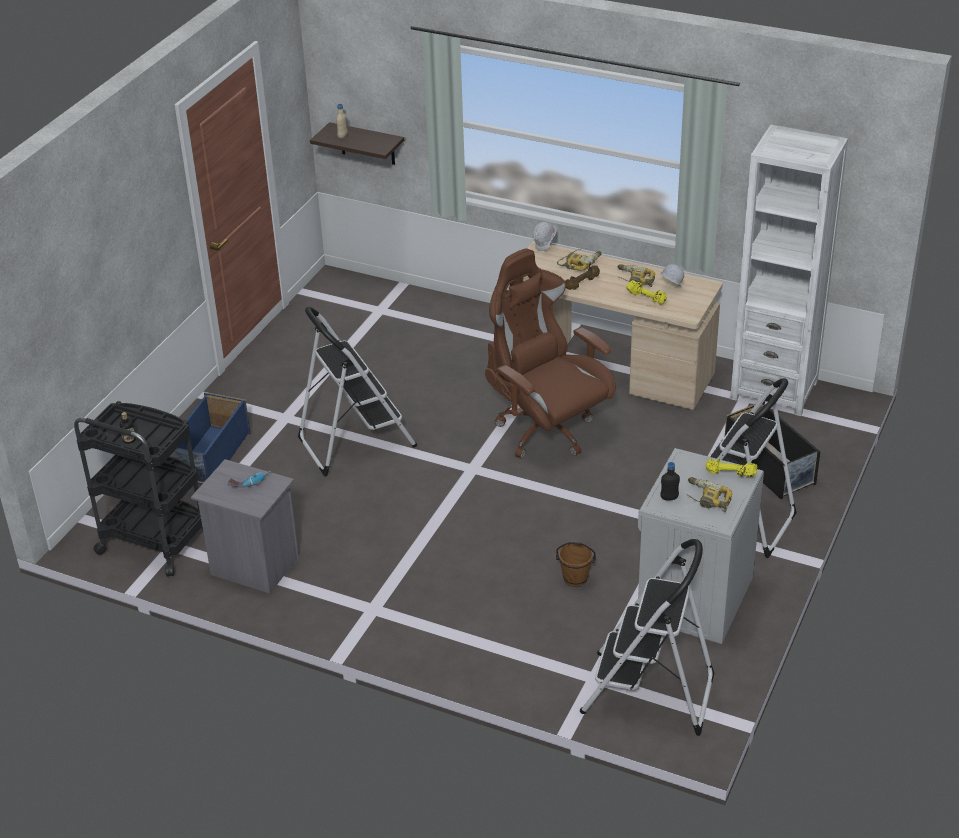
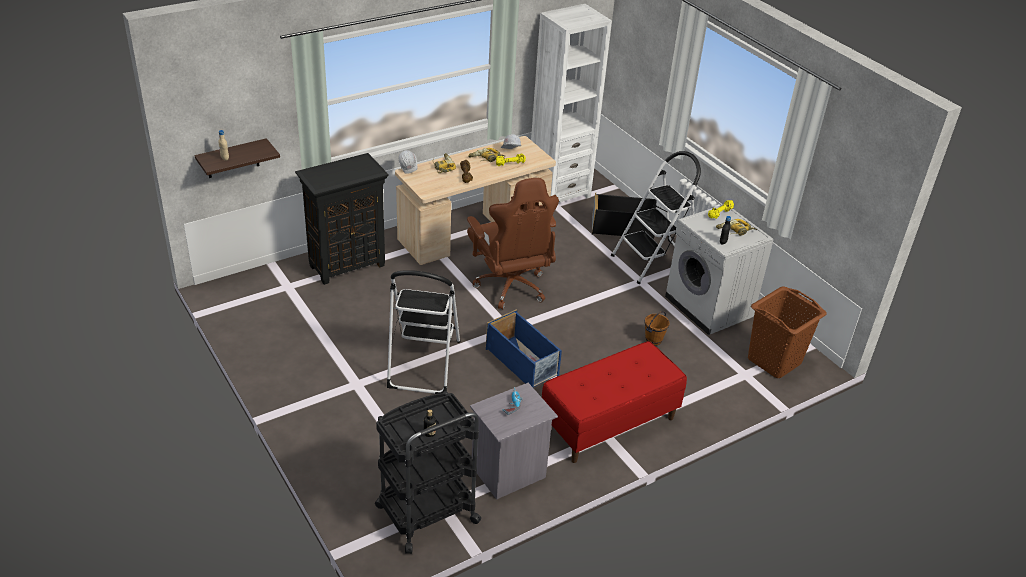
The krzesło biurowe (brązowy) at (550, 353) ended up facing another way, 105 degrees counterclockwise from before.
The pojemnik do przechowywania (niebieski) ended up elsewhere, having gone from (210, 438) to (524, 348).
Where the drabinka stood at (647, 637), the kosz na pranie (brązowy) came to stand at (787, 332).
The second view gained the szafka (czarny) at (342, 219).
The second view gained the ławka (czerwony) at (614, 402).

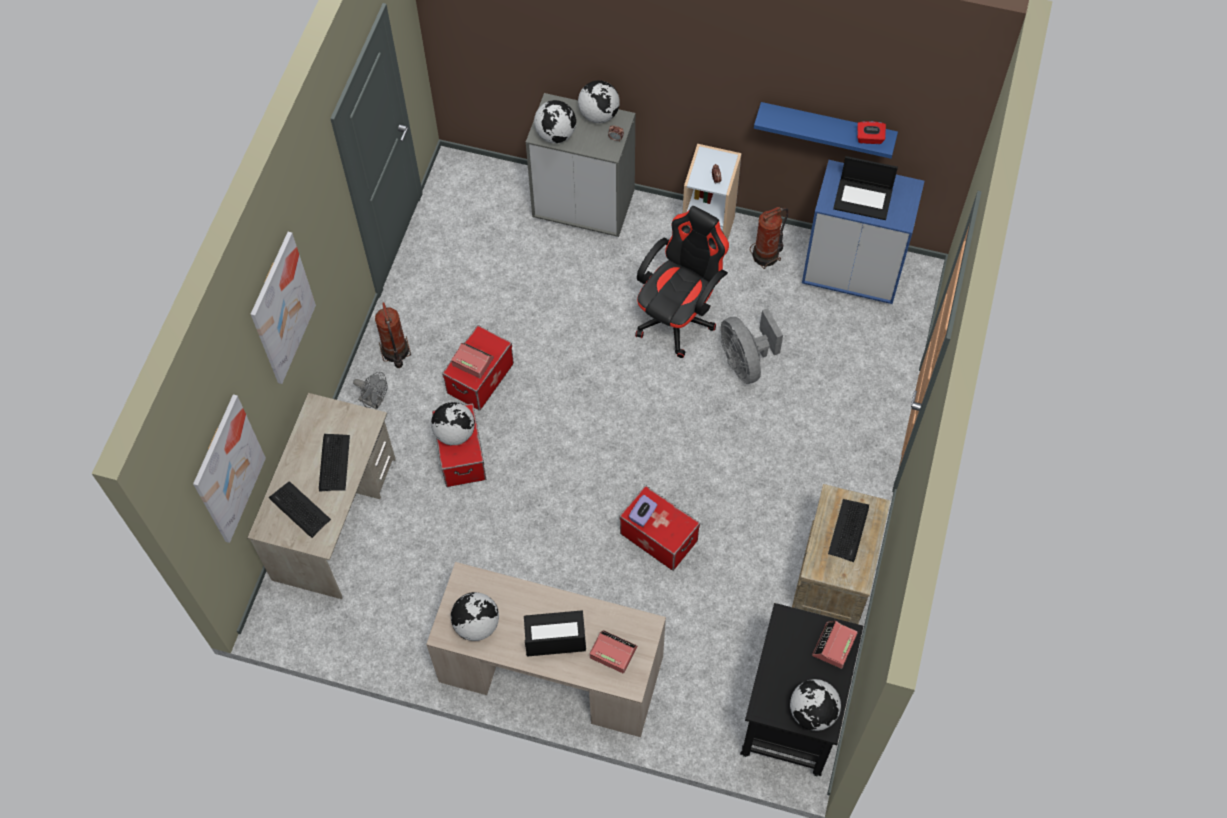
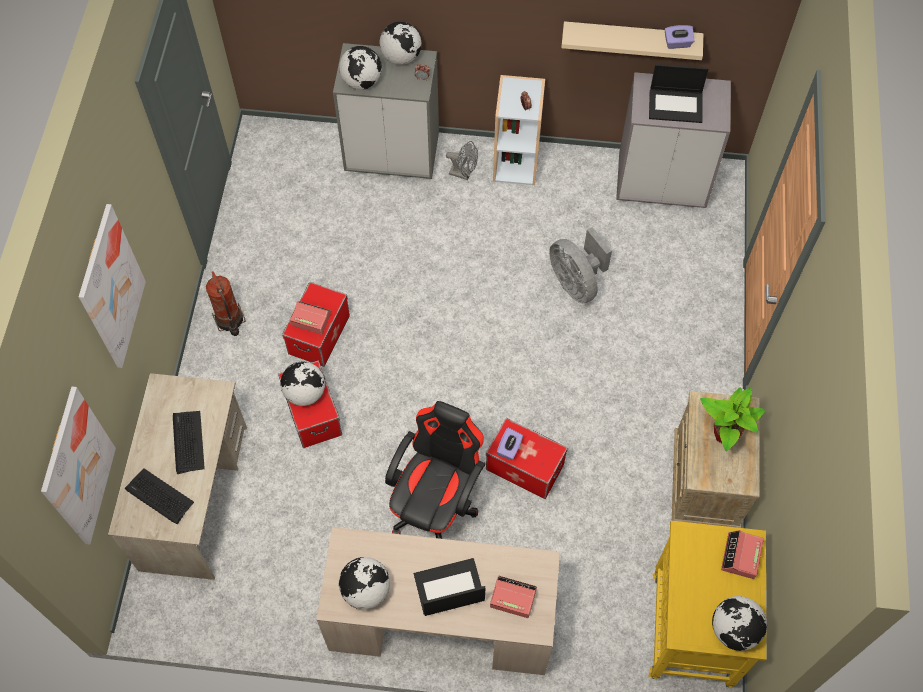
What was the półka (niebieski) at (826, 130) turned into the półka (beżowy) at (632, 40).
What was the pudełko chusteczek (czerwony) at (871, 132) turned into the pudełko chusteczek (fioletowy) at (680, 37).
What was the szafka (niebieski) at (863, 232) turned into the szafka (szary) at (673, 140).
The krzesło biurowe (czarny) ended up elsewhere, having gone from (682, 282) to (435, 470).
The second view lost the gaśnica at (769, 238).
The wentylator (szary) ended up elsewhere, having gone from (370, 391) to (462, 160).
Where the klawiatura stood at (848, 530), the roślina doniczkowa came to stand at (732, 419).
What was the wózek (czarny) at (802, 689) turned into the wózek (żółty) at (707, 604).

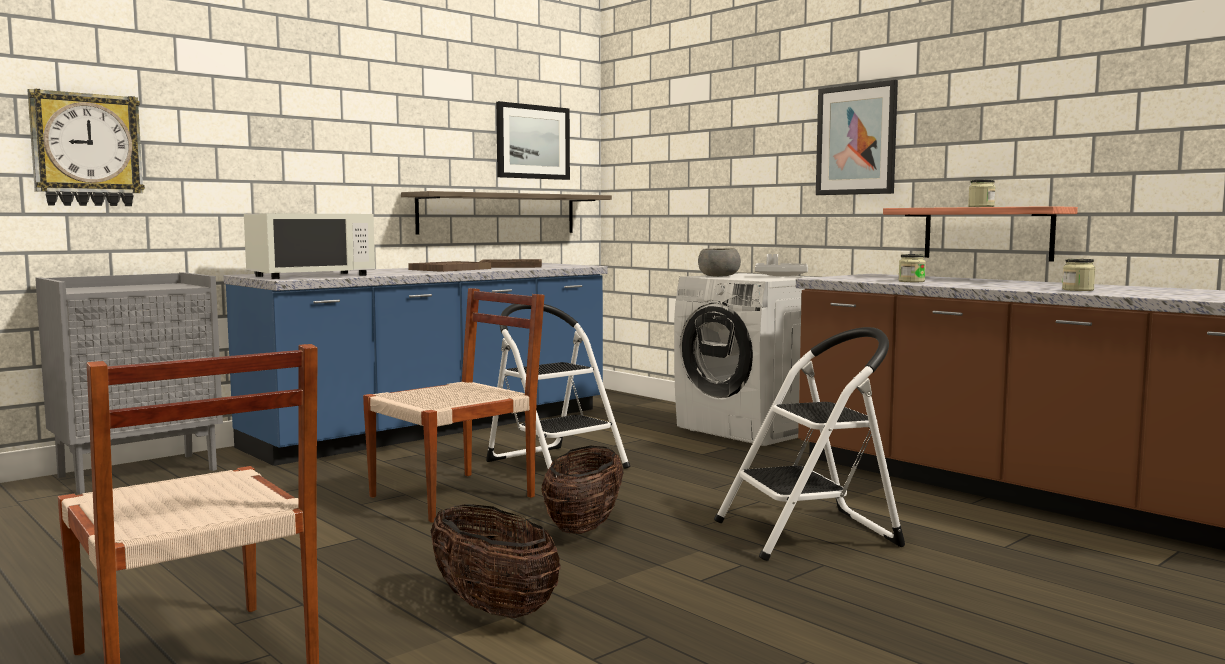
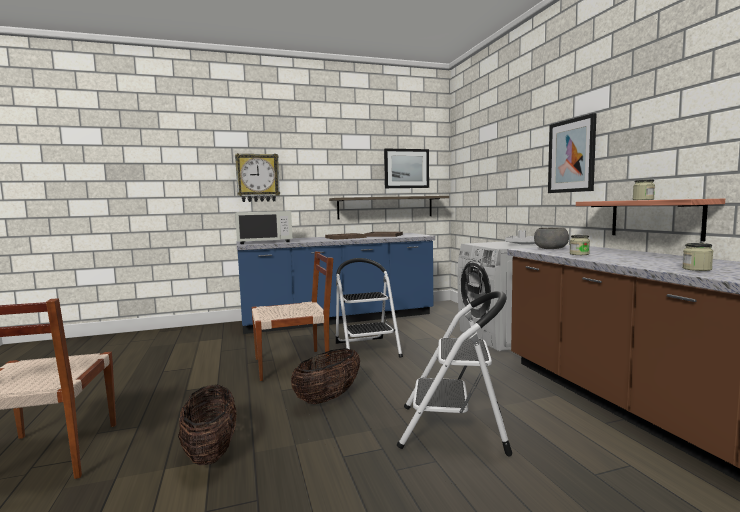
The zegar ścienny ended up elsewhere, having gone from (86, 147) to (257, 177).
The miska (szary) ended up elsewhere, having gone from (719, 262) to (551, 238).
The second view lost the szafka (szary) at (129, 383).

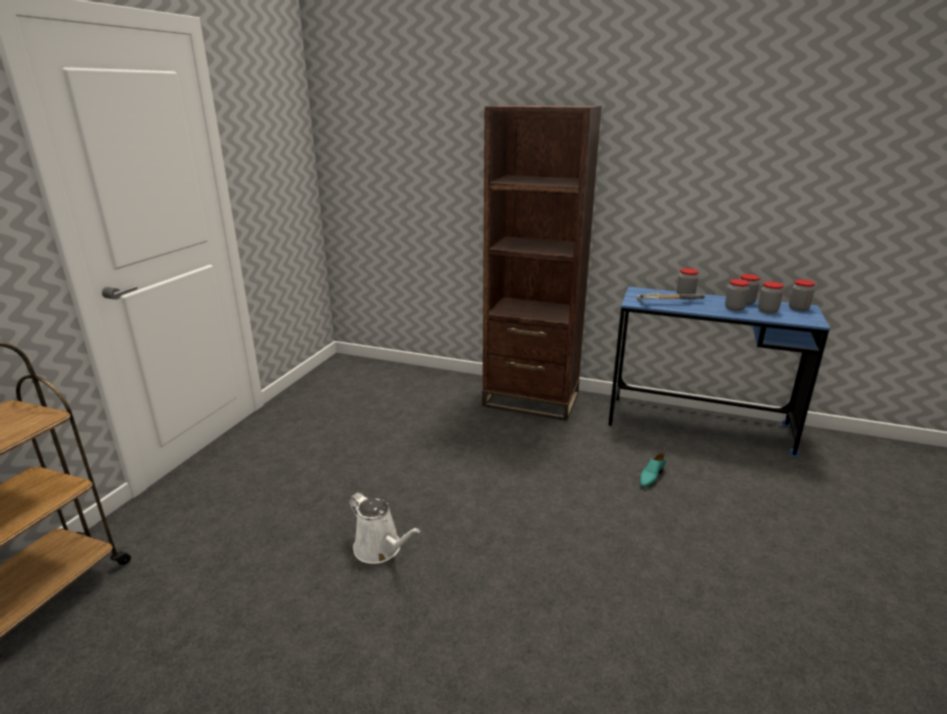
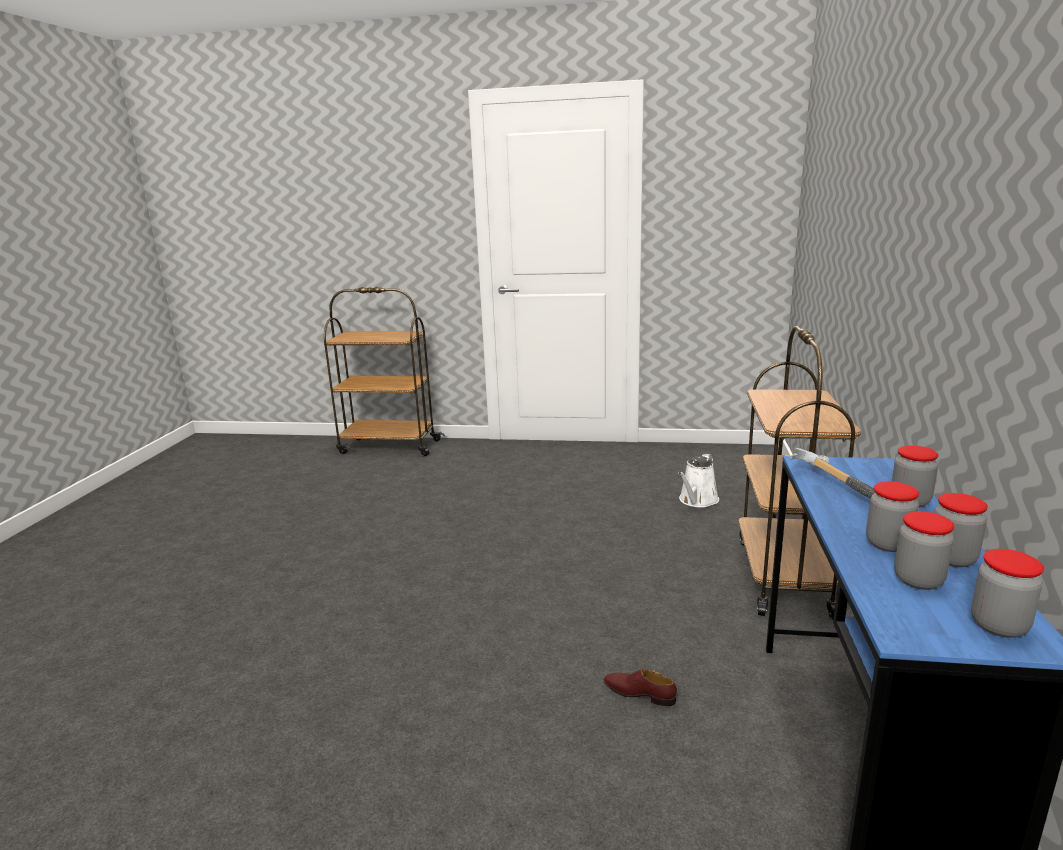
Where the regał (brązowy) stood at (542, 263), the wózek (brązowy) came to stand at (799, 473).
What was the but (turkusowy) at (653, 470) turned into the but (brązowy) at (640, 688).
The konewka (biały) ended up elsewhere, having gone from (385, 528) to (698, 481).

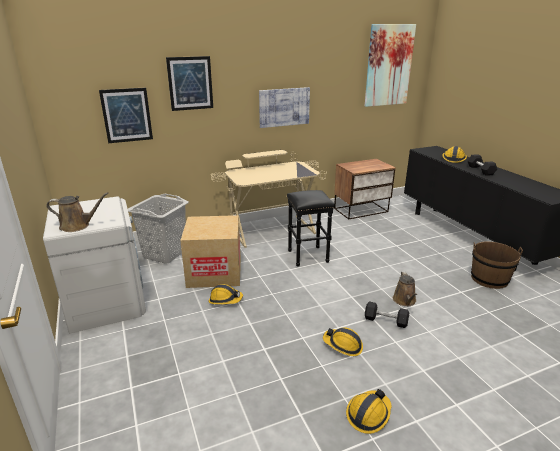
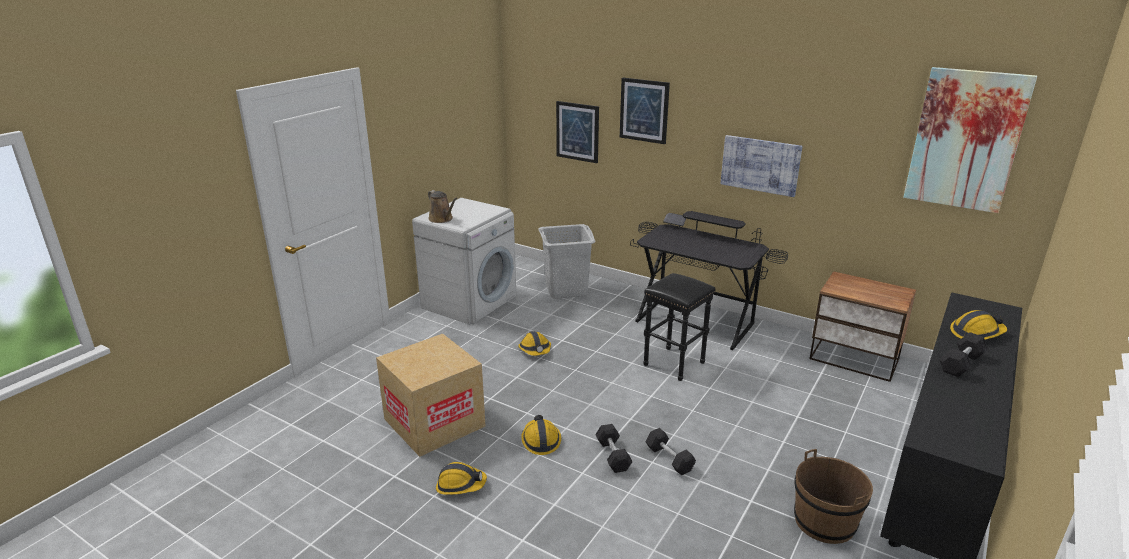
What was the biurko (beżowy) at (269, 199) turned into the biurko (czarny) at (709, 280).
The karton ended up elsewhere, having gone from (210, 251) to (431, 395).
Where the konewka (brązowy) stood at (405, 289), the hantel (czarny) came to stand at (670, 452).

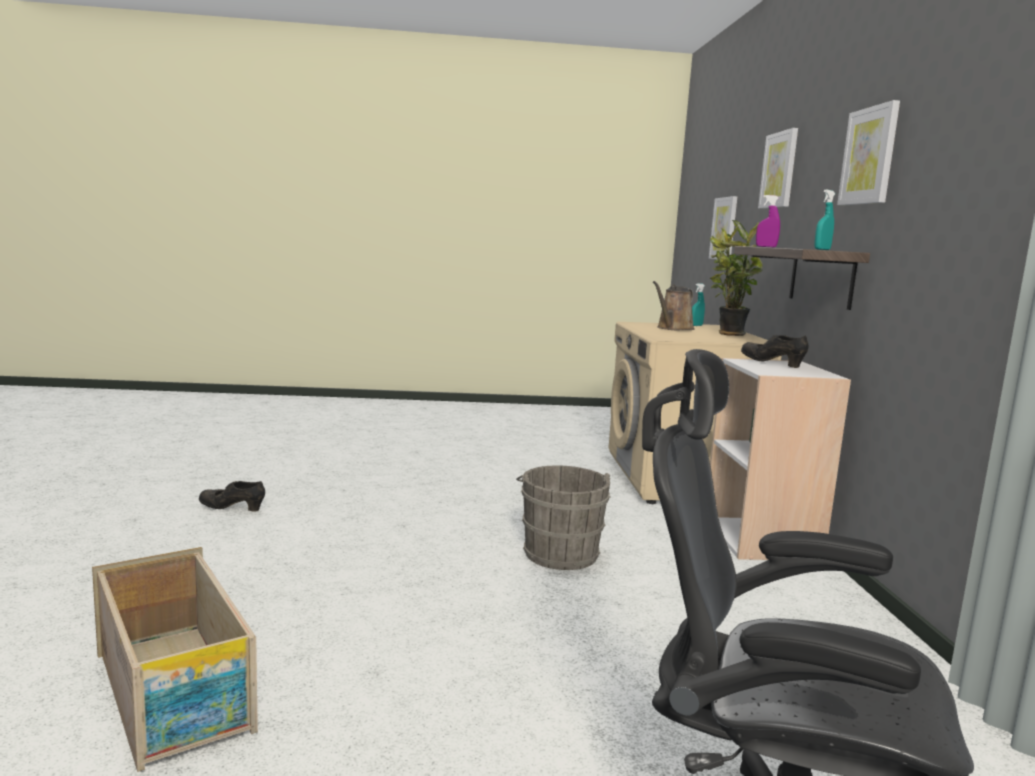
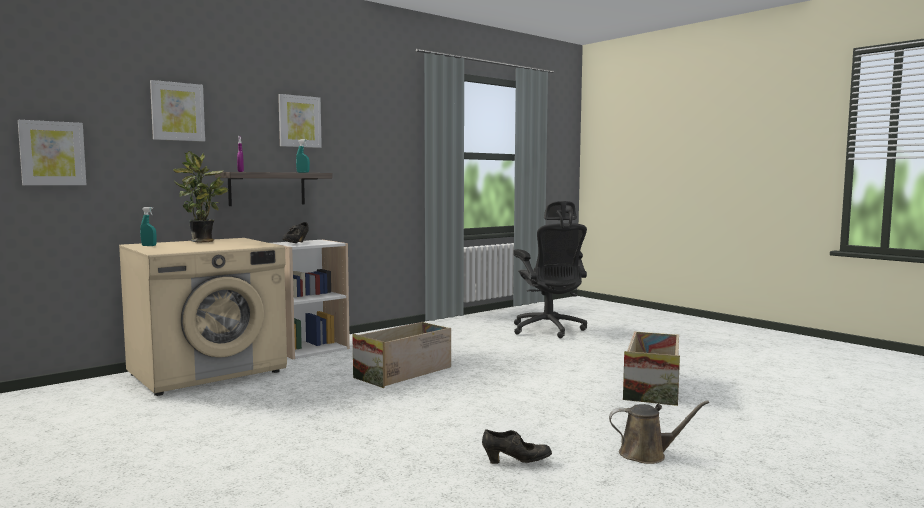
The konewka (brązowy) ended up elsewhere, having gone from (674, 306) to (659, 432).
Where the wiadro (szary) stood at (563, 518), the skrzynka came to stand at (401, 355).
The but (czarny) at (232, 496) ended up facing another way, 60 degrees counterclockwise from before.

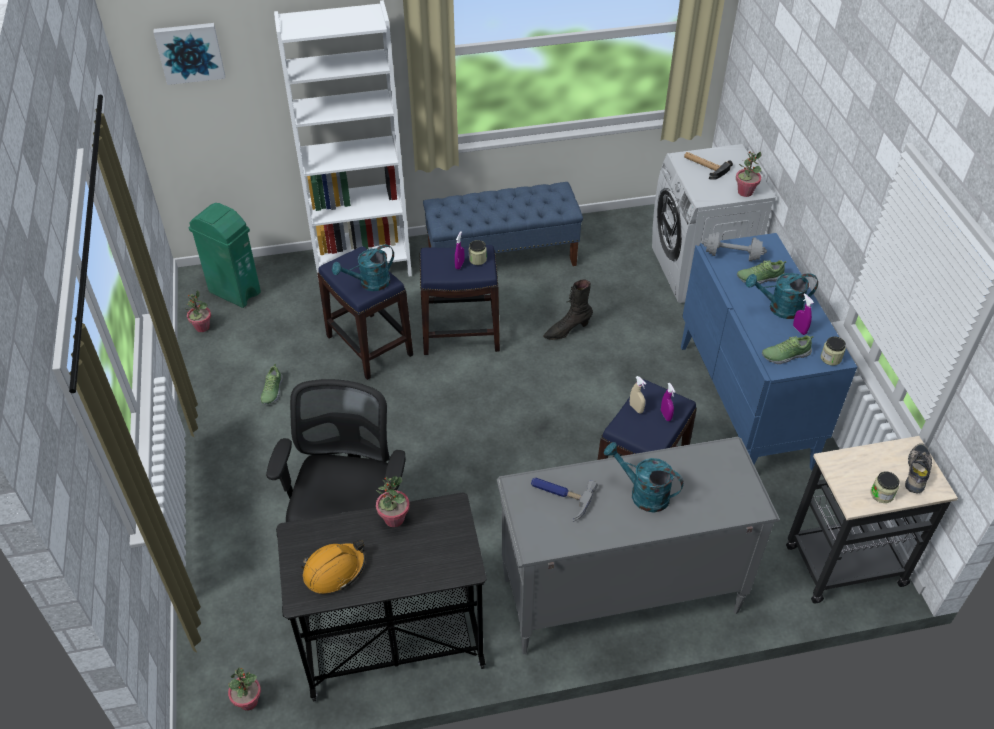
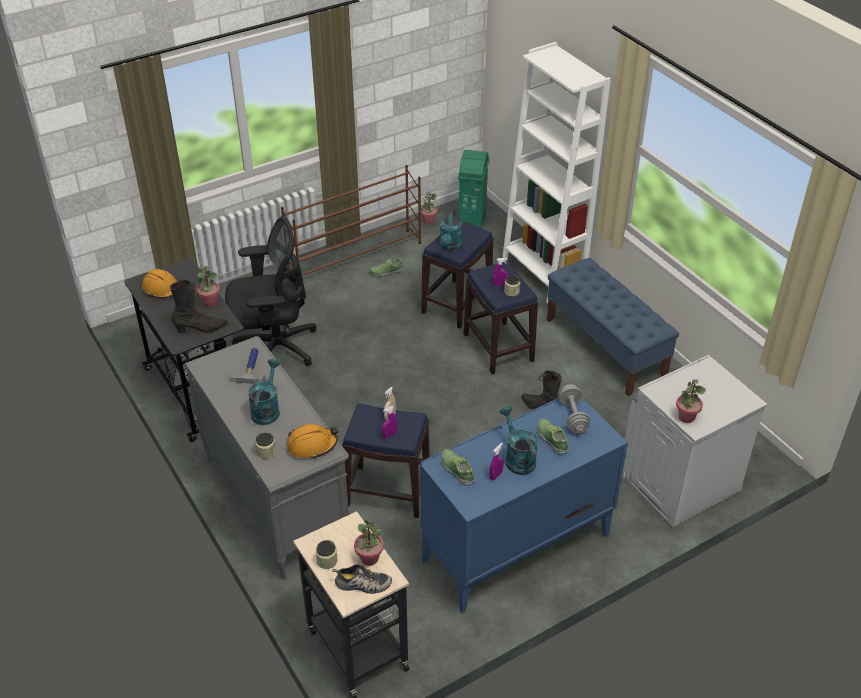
The second view lost the obraz at (189, 54).
The second view lost the młotek at (708, 166).
The konewka (turkusowy) at (363, 267) ended up facing another way, 120 degrees counterclockwise from before.
The słoik ended up elsewhere, having gone from (833, 351) to (265, 445).
The roślina doniczkowa ended up elsewhere, having gone from (244, 689) to (369, 543).
The second view gained the regał na buty (brązowy) at (351, 220).
The second view gained the but z cholewką (czarny) at (199, 306).
The second view gained the kask (pomarańczowy) at (313, 441).

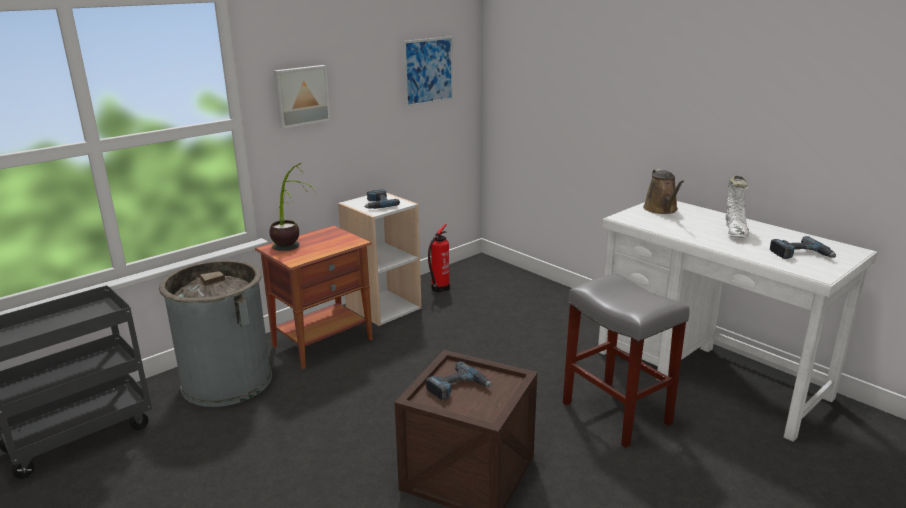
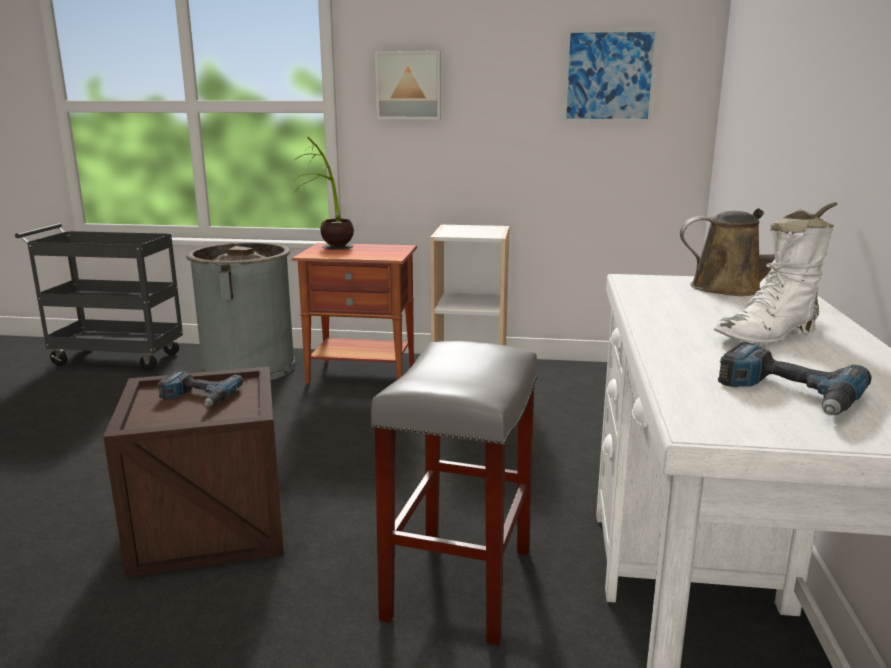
The konewka (brązowy) at (663, 191) ended up facing another way, 135 degrees counterclockwise from before.
The second view lost the wiertarka at (382, 199).
The second view lost the gaśnica at (439, 258).

